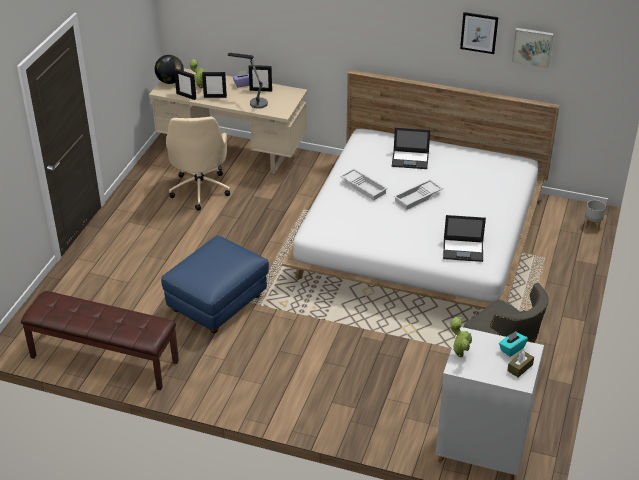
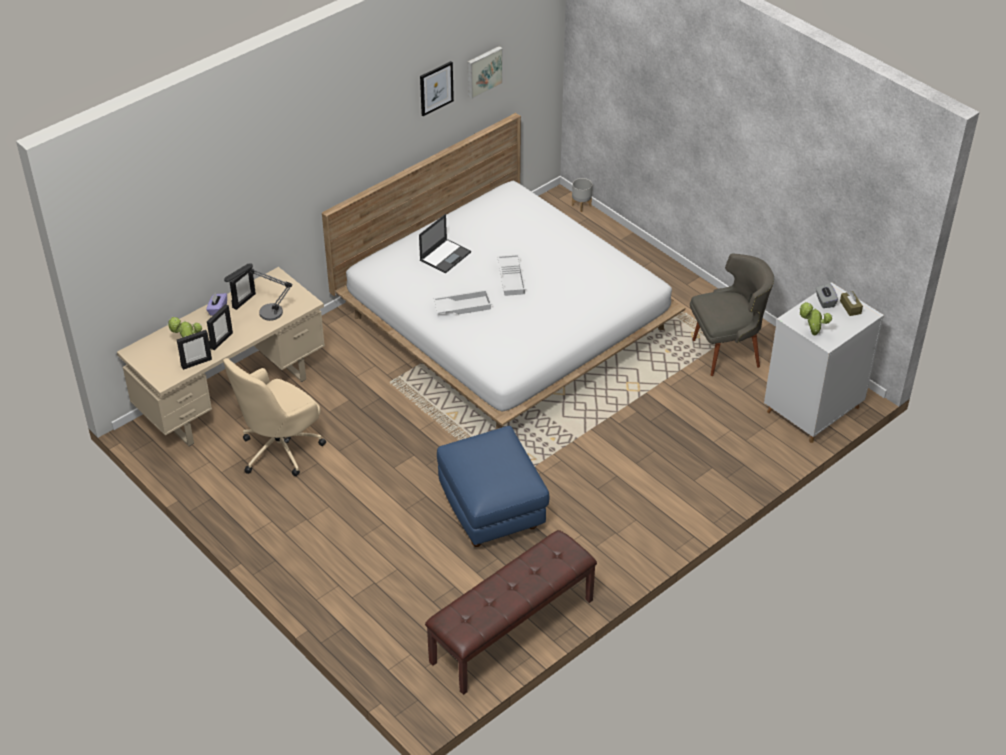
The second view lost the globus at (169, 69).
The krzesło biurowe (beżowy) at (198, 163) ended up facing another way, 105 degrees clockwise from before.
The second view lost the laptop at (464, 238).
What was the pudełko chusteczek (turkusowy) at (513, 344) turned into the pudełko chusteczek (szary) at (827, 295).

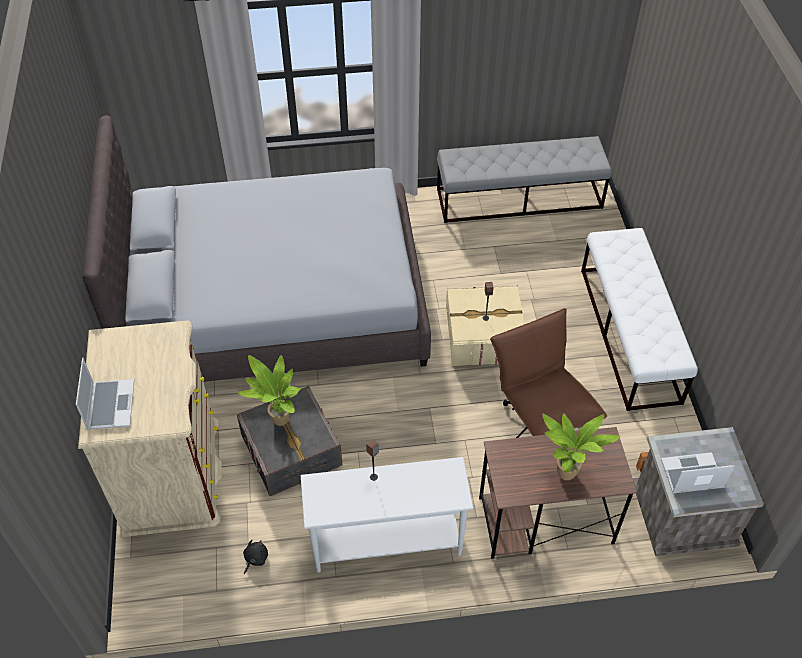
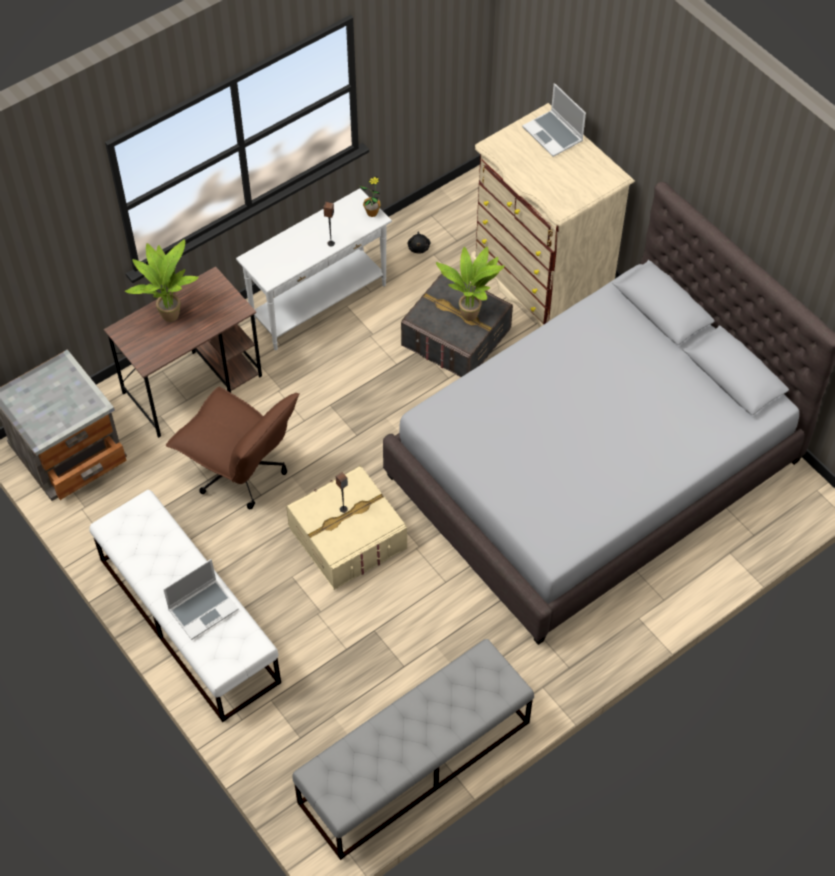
The laptop ended up elsewhere, having gone from (698, 472) to (201, 599).
The second view gained the roślina doniczkowa at (370, 196).

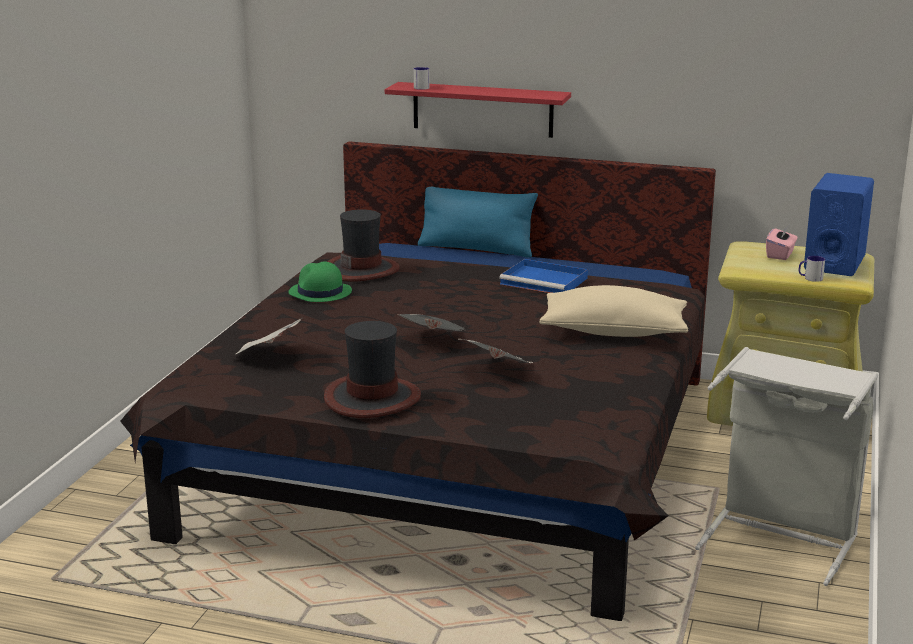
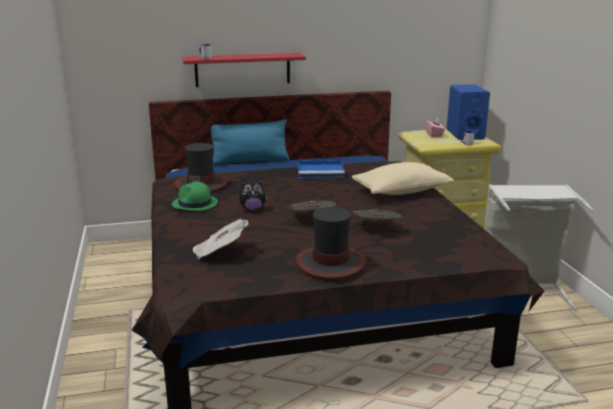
The second view gained the pluszak at (253, 194).

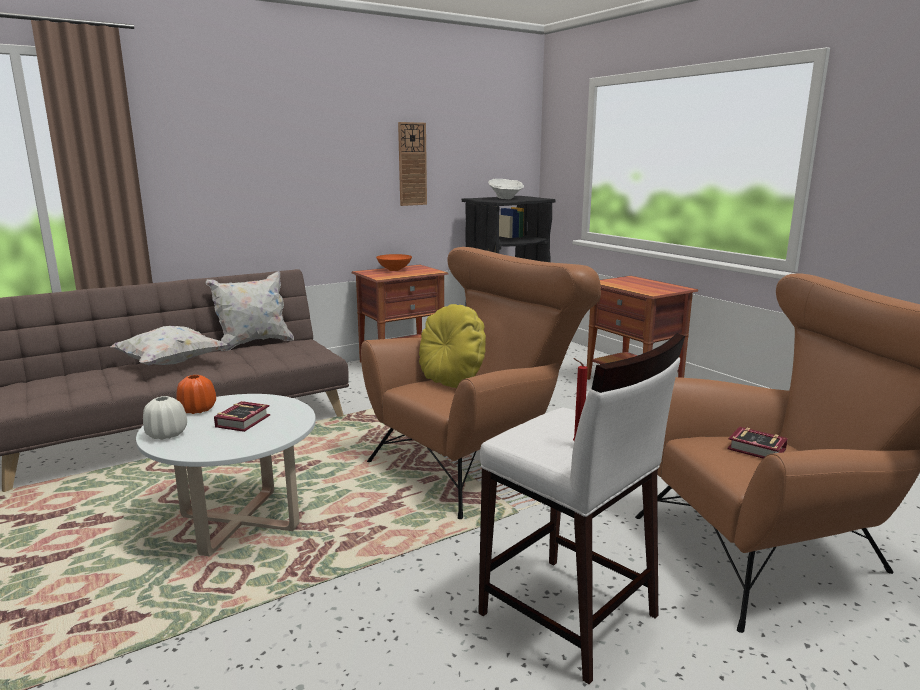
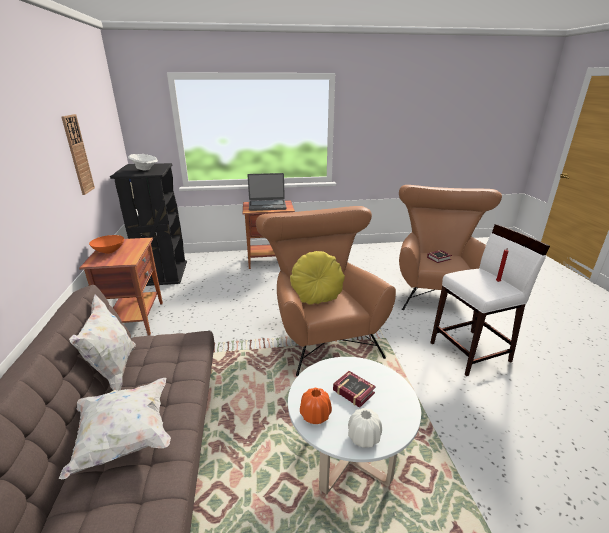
The second view gained the laptop at (266, 192).

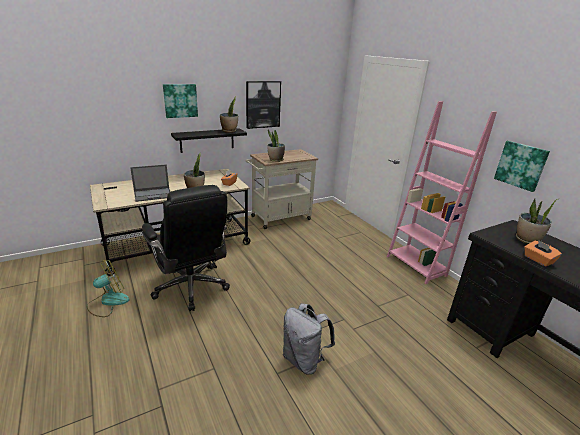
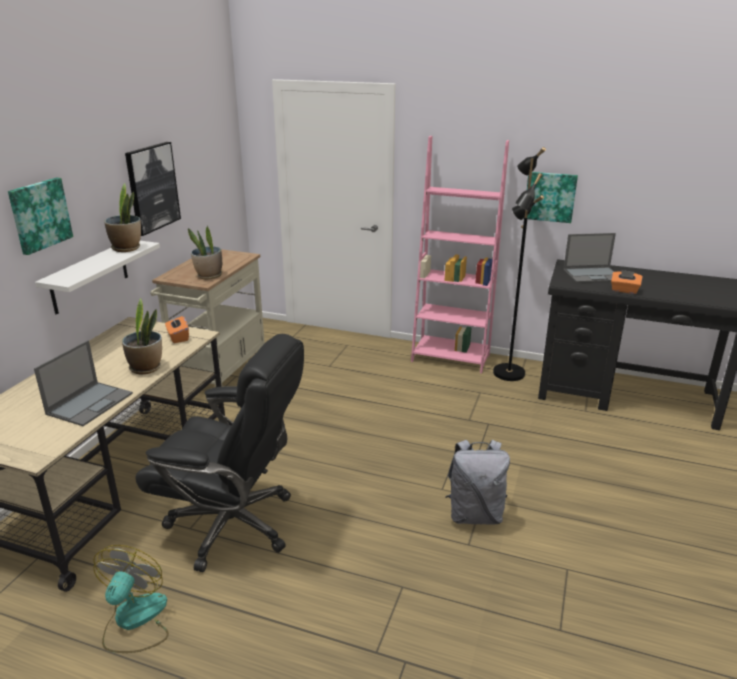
What was the półka (czarny) at (209, 140) turned into the półka (biały) at (97, 278).
Where the roślina doniczkowa stood at (537, 221), the laptop came to stand at (589, 258).
The second view gained the lampa stojąca (czarny) at (519, 264).

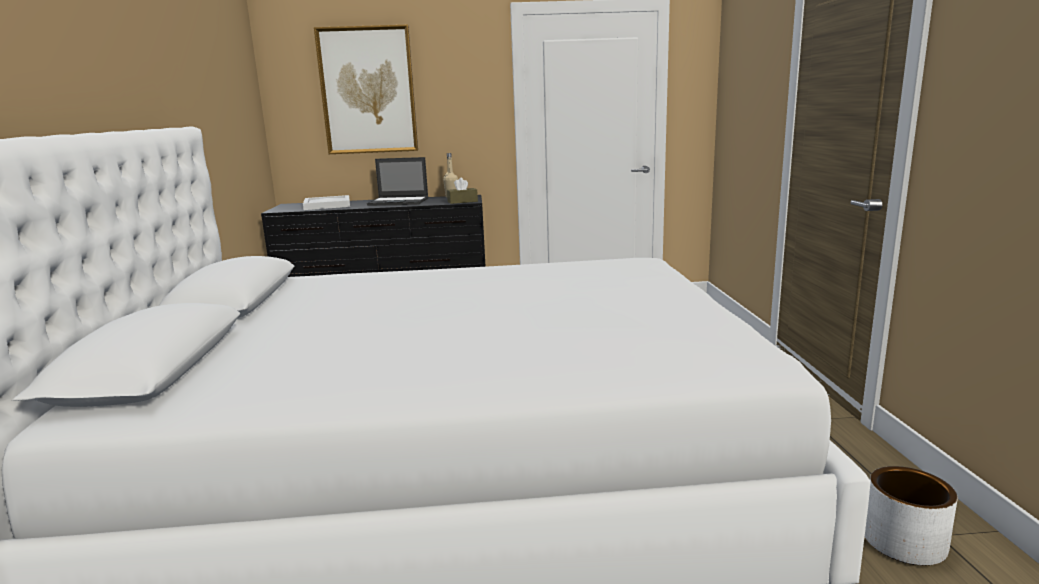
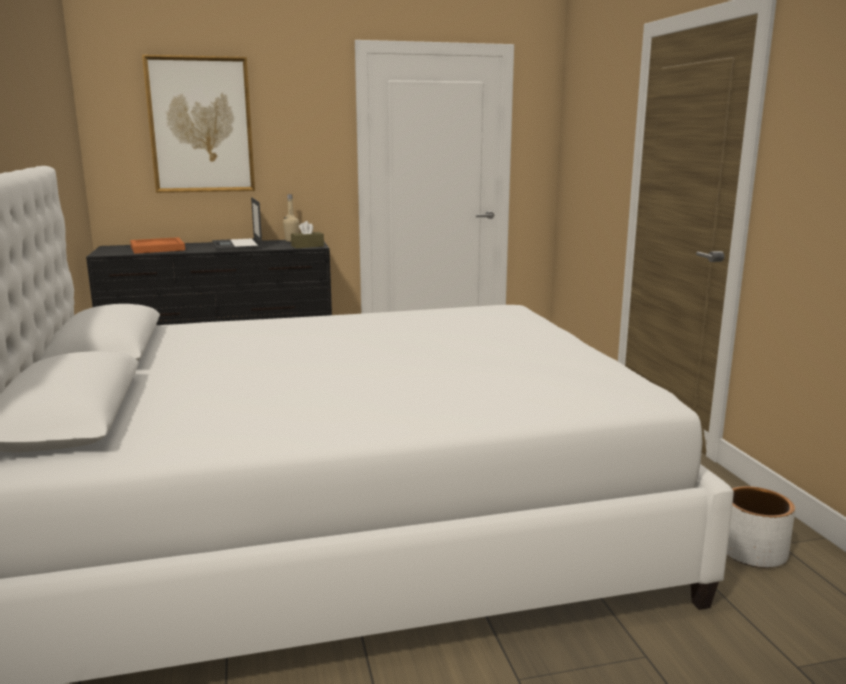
The laptop at (397, 181) ended up facing another way, 75 degrees clockwise from before.
What was the taca (biały) at (326, 202) turned into the taca (pomarańczowy) at (157, 245).

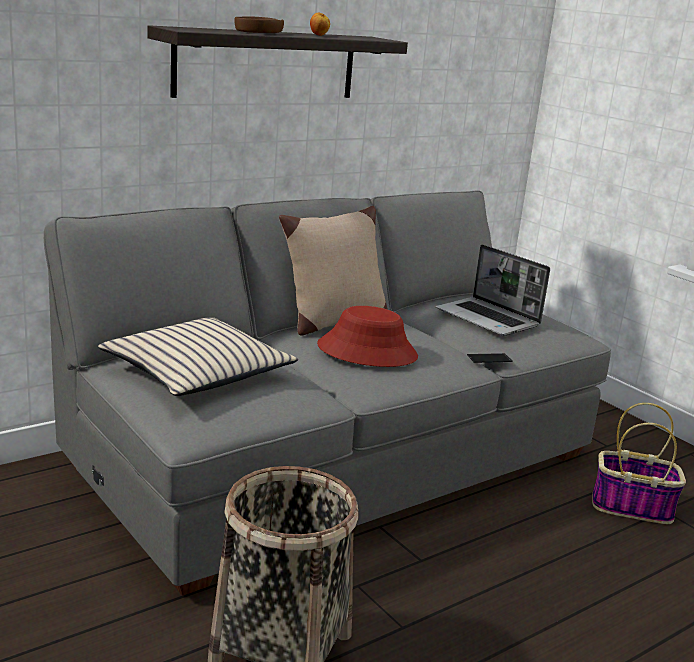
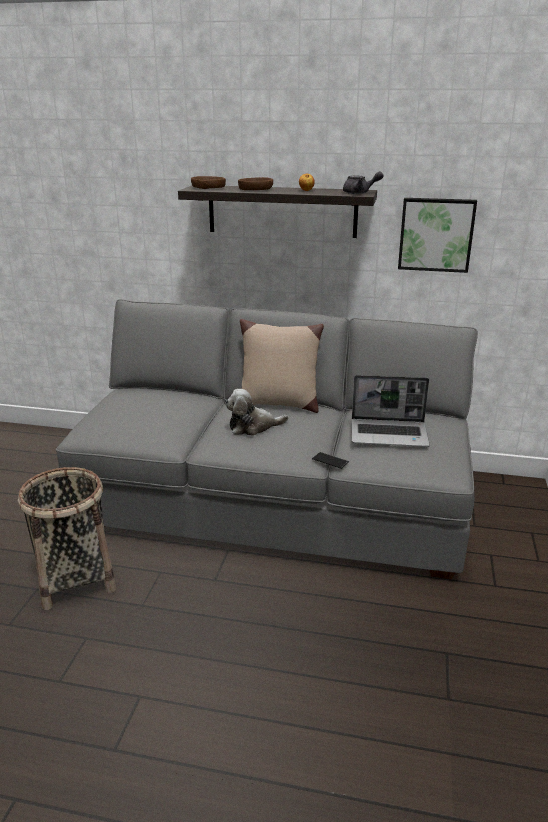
The laptop at (493, 290) ended up facing another way, 90 degrees counterclockwise from before.
Where the kapelusz (czerwony) stood at (367, 336), the pluszak came to stand at (256, 412).
The second view lost the poduszka (beżowy) at (198, 356).
The second view lost the koszyk at (639, 463).
The second view gained the imbryk (szary) at (363, 182).
The second view gained the miska (brązowy) at (208, 182).
The second view gained the obraz at (437, 235).

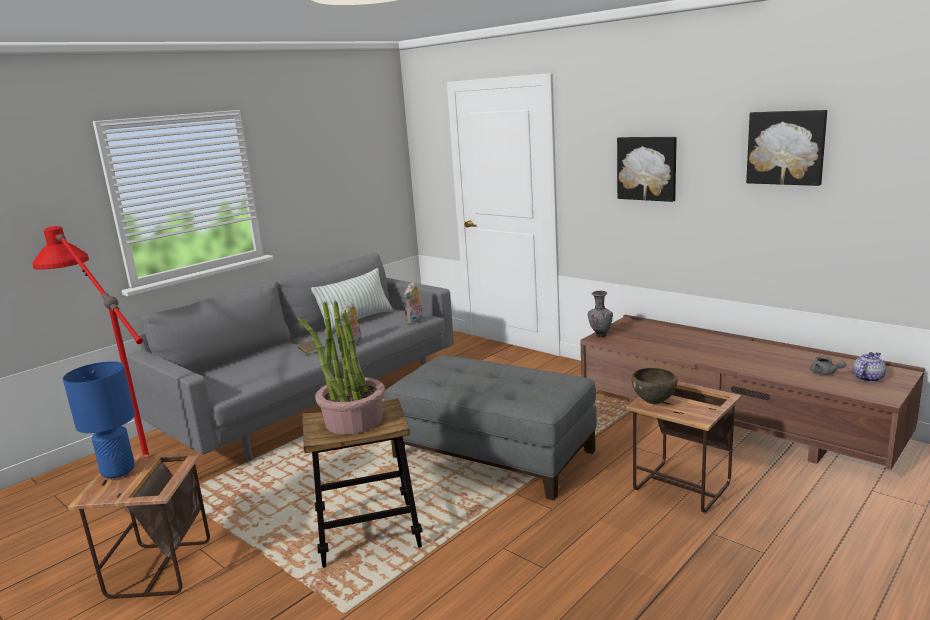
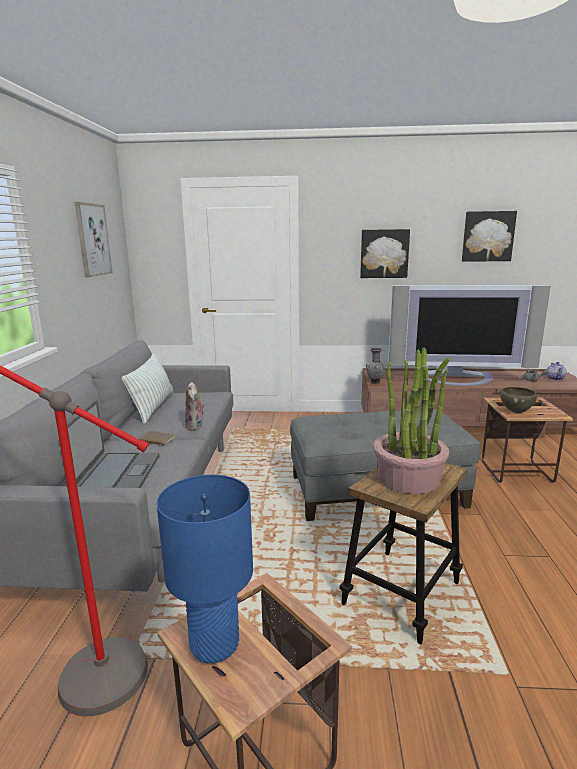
The second view lost the pluszak at (413, 303).
The second view gained the obraz at (94, 240).
The second view gained the telewizor at (469, 335).
The second view gained the laptop at (113, 444).

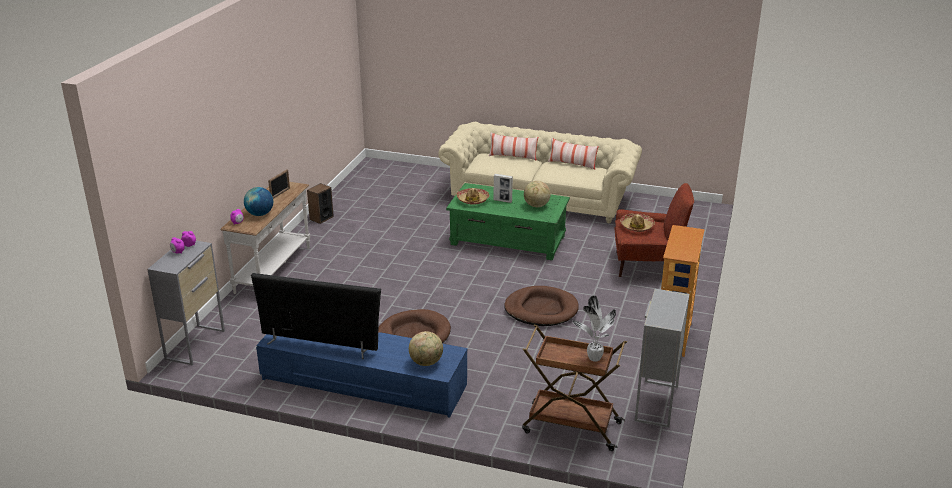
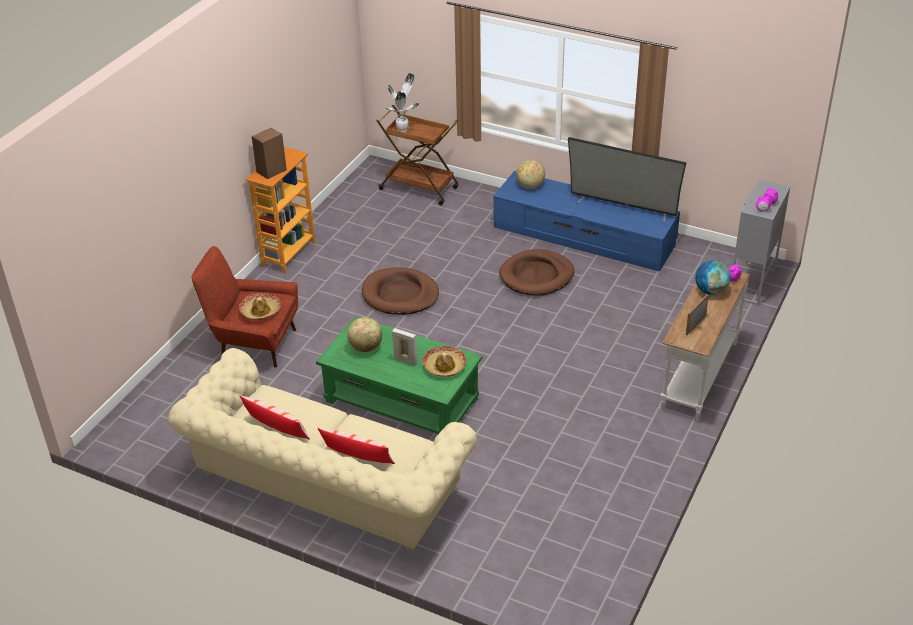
The głośnik ended up elsewhere, having gone from (320, 203) to (269, 153).
The second view lost the szafka (szary) at (662, 358).

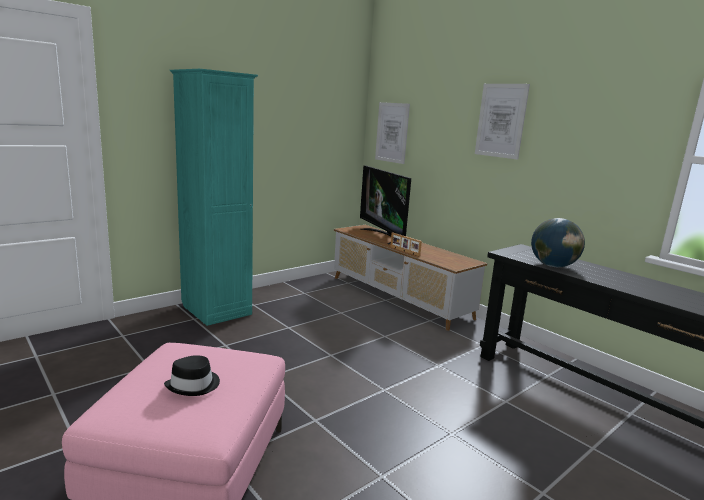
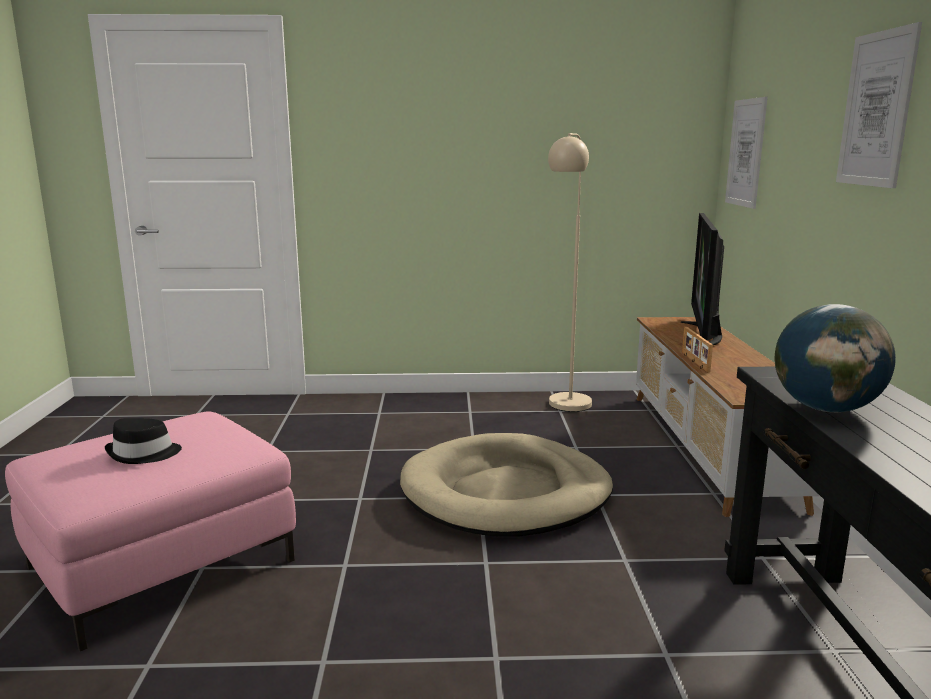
The second view lost the szafka (turkusowy) at (214, 197).
The second view gained the lampa stojąca (beżowy) at (570, 272).
The second view gained the legowisko (beżowy) at (506, 485).

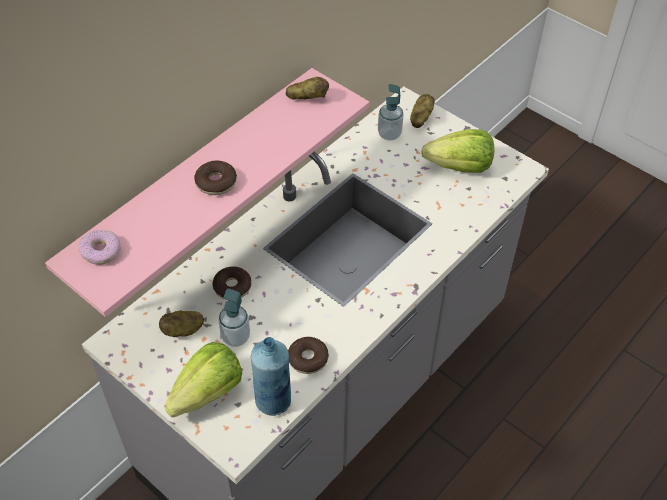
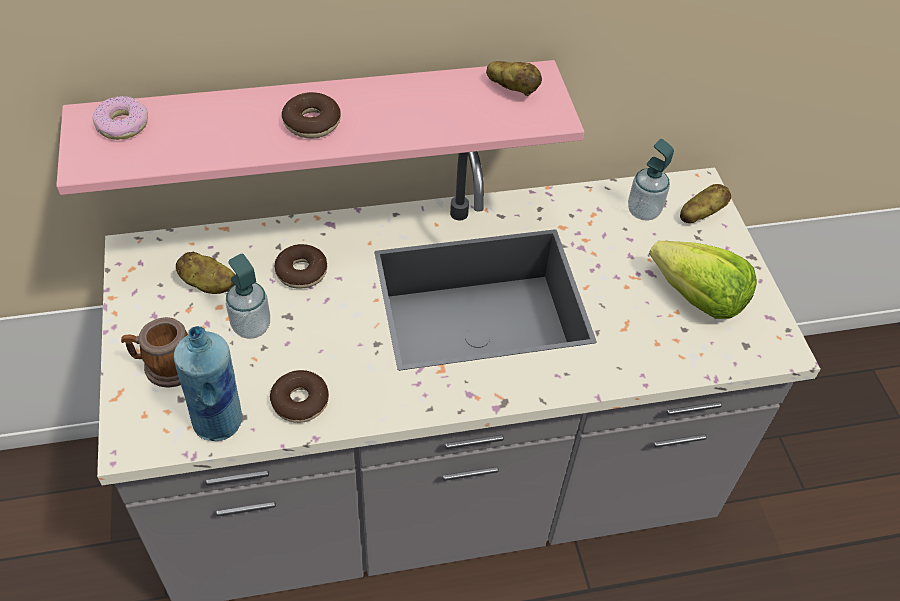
Where the sałata stood at (203, 380), the kubek came to stand at (154, 352).

